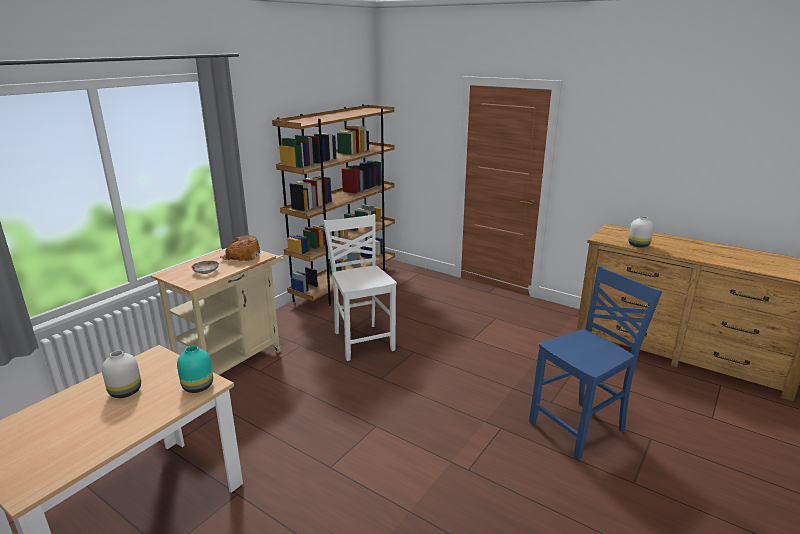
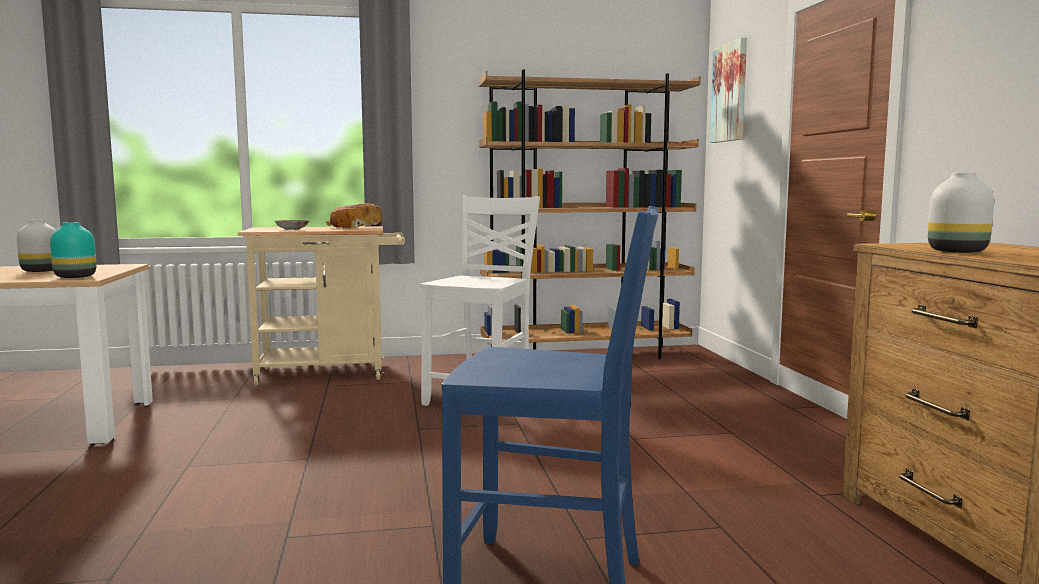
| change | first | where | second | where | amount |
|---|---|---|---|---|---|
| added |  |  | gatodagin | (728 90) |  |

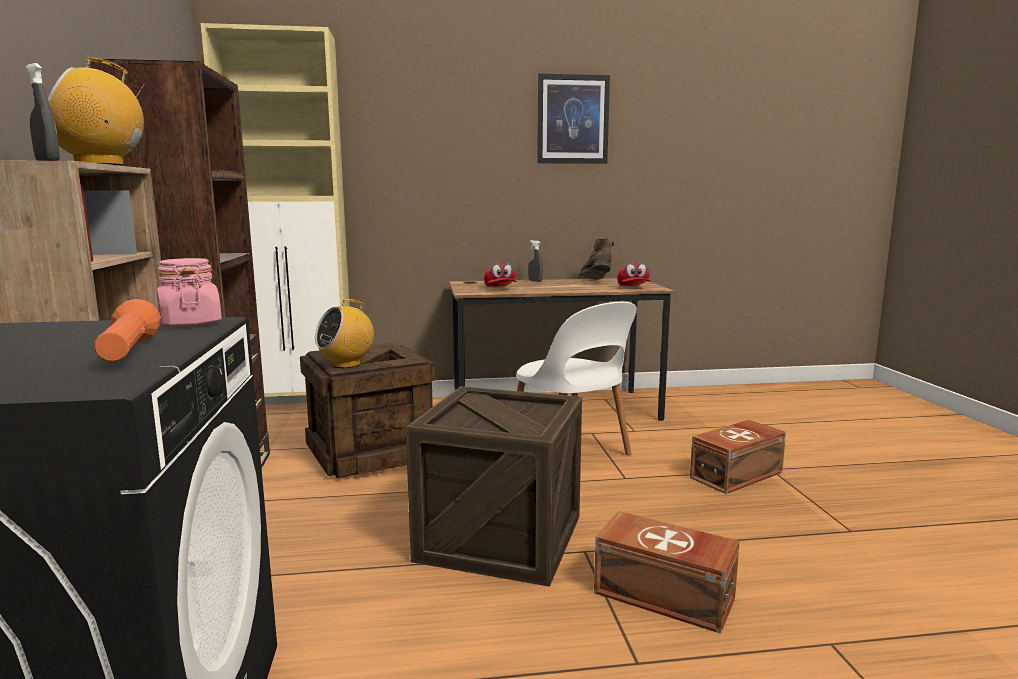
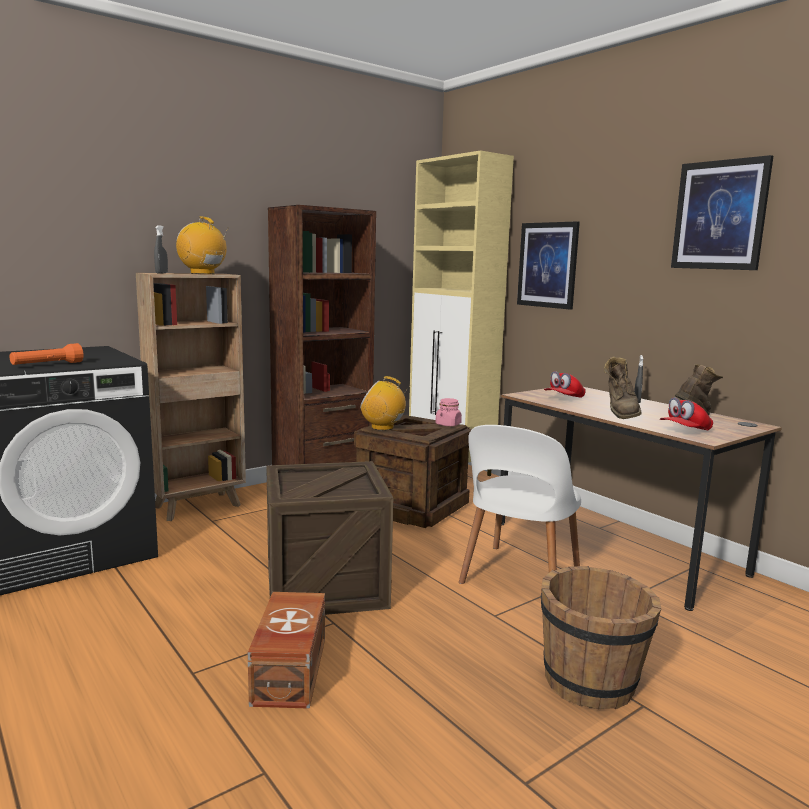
| change | first | where | second | where | amount |
|---|---|---|---|---|---|
| moved | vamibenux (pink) | (189 292) |  | (448 412) |  |
| replaced | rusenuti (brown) | (738 457) | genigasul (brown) | (601 638) |  |
| added |  |  | gatodagin | (548 265) |  |
| added |  |  | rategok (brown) | (623 387) |  |

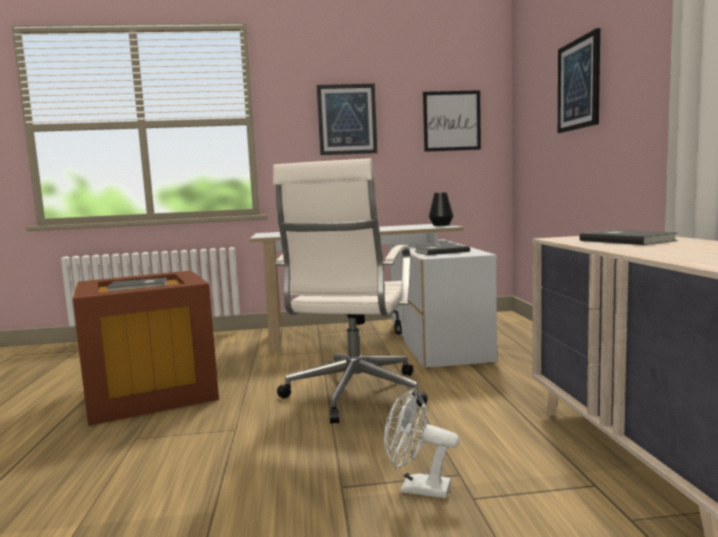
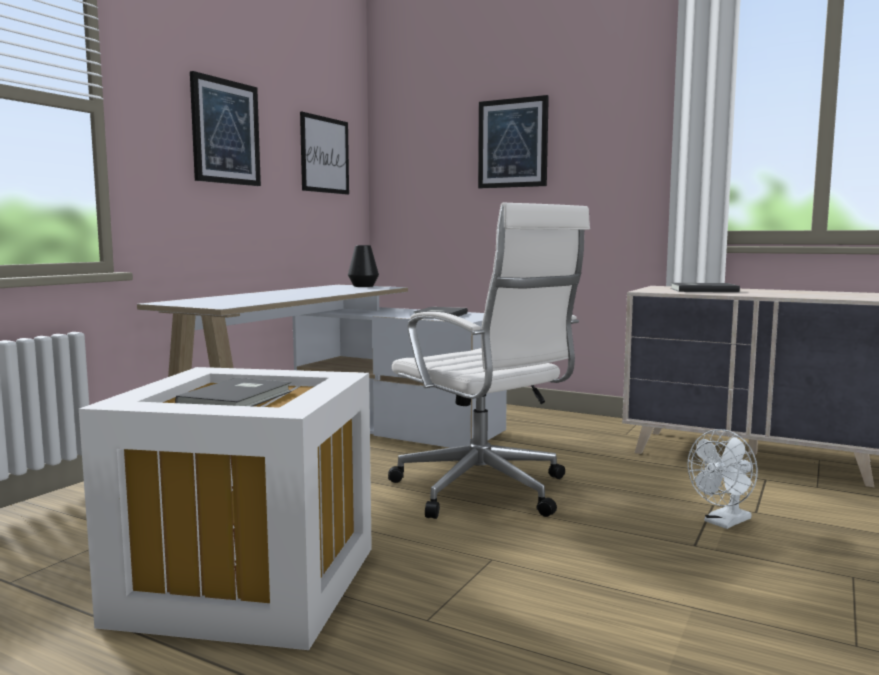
| change | first | where | second | where | amount |
|---|---|---|---|---|---|
| recoloured | rusenuti (brown) | (146 348) | rusenuti (white) | (225 508) |  |

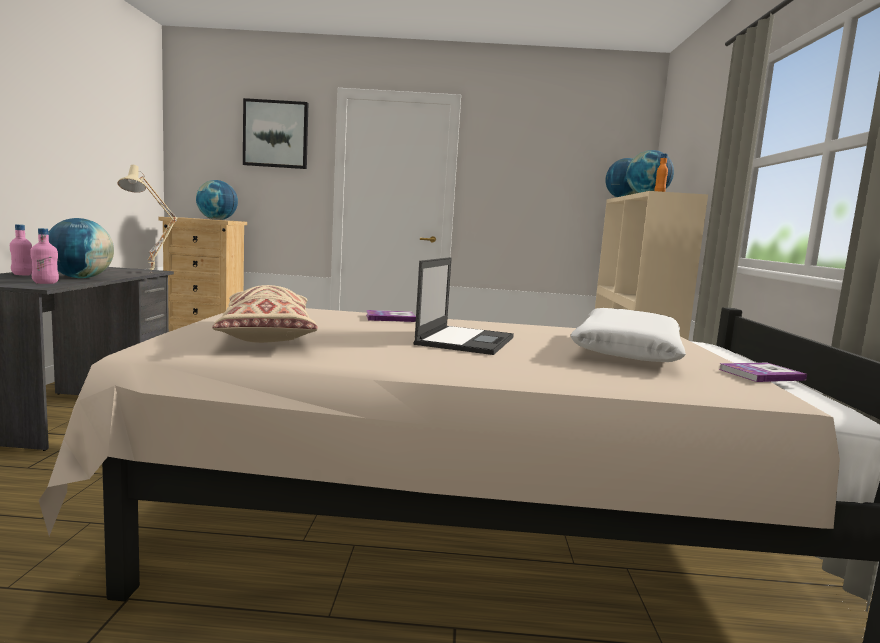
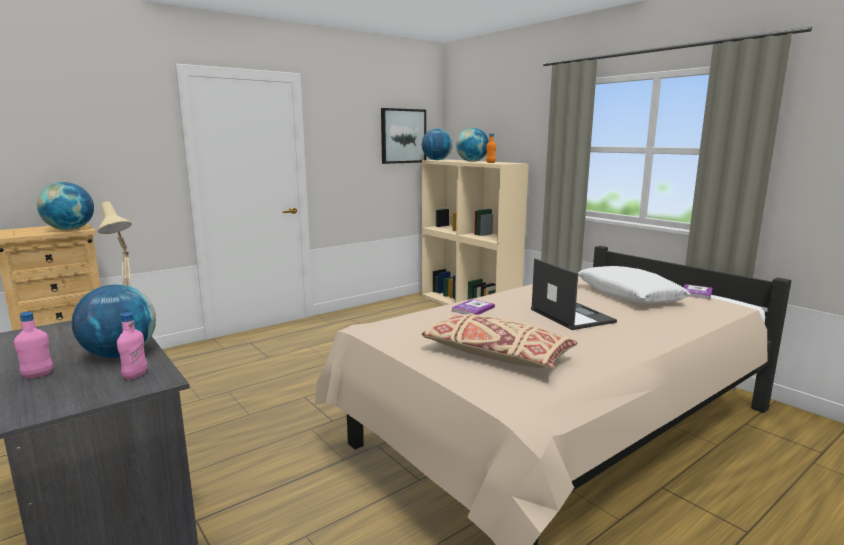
| change | first | where | second | where | amount |
|---|---|---|---|---|---|
| moved | gatodagin | (275 133) |  | (403 136) |  |

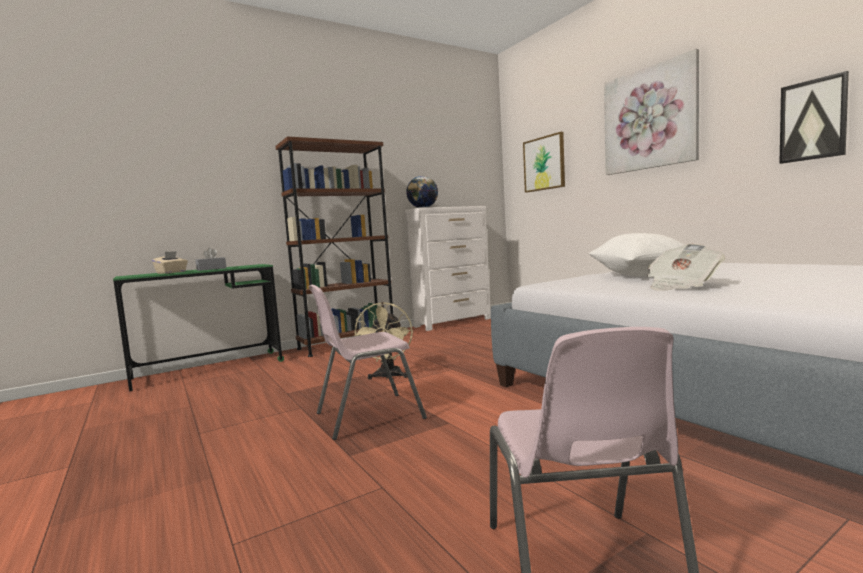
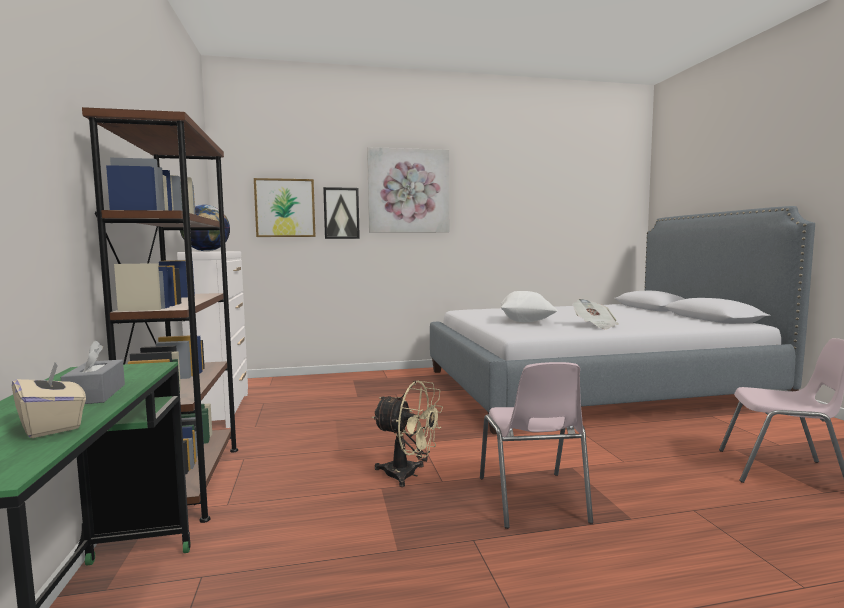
| change | first | where | second | where | amount |
|---|---|---|---|---|---|
| moved | gatodagin | (814 117) |  | (341 213) |  |

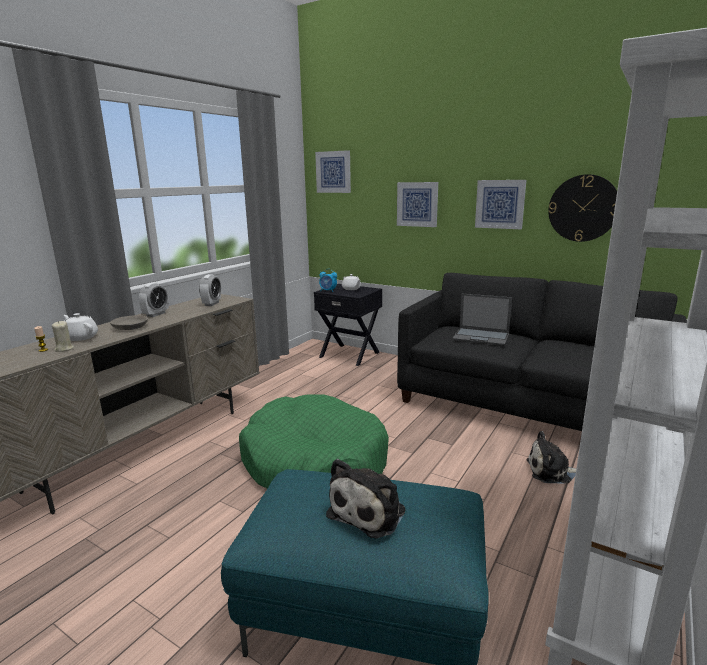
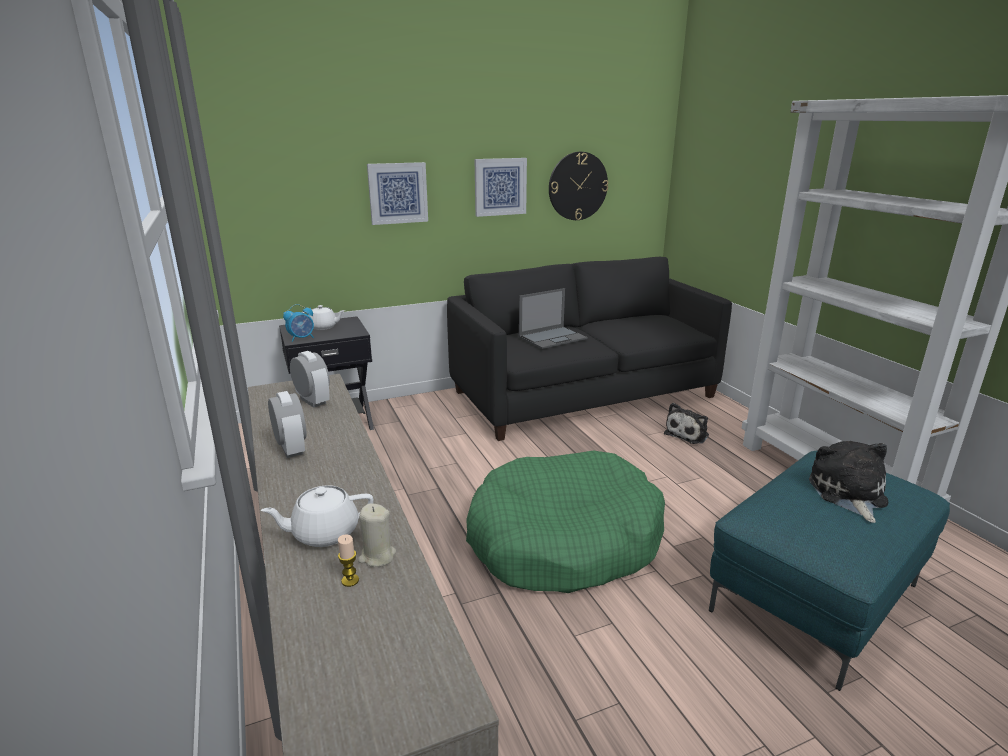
| change | first | where | second | where | amount |
|---|---|---|---|---|---|
| removed | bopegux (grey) | (129 322) |  |  |  |
| removed | gatodagin | (333 171) |  |  |  |
| turned | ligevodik | (365 498) |  | (848 482) | 150 degrees counterclockwise |

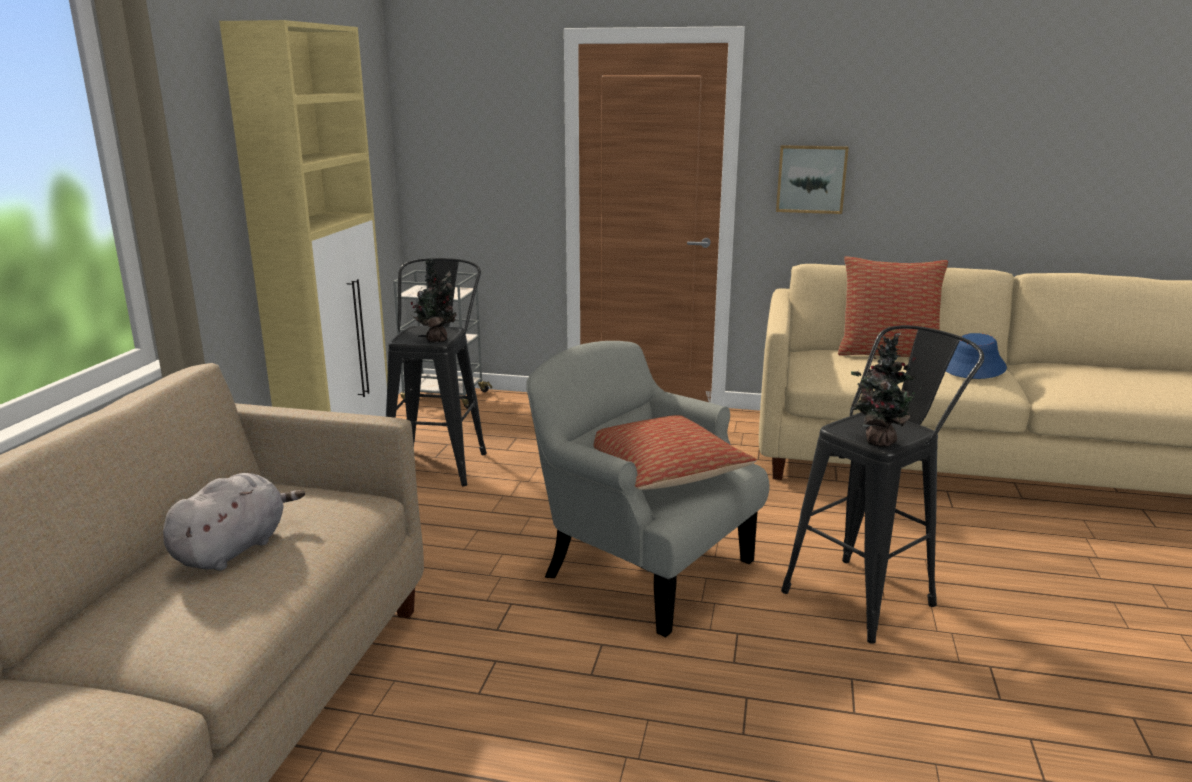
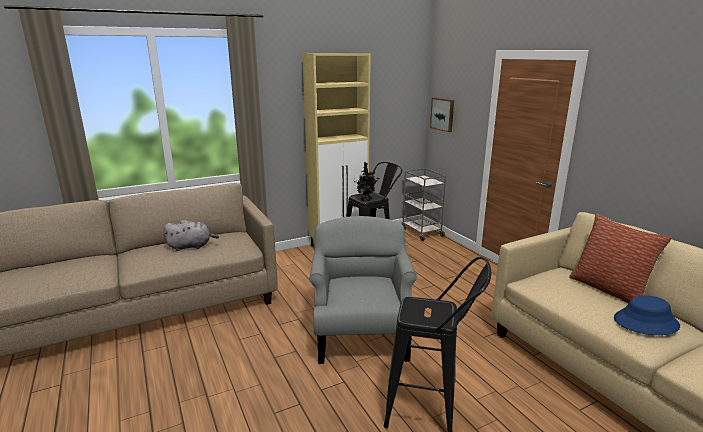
| change | first | where | second | where | amount |
|---|---|---|---|---|---|
| removed | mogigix | (675 452) |  |  |  |
| moved | gatodagin | (812 179) |  | (442 115) |  |
| removed | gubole | (887 389) |  |  |  |

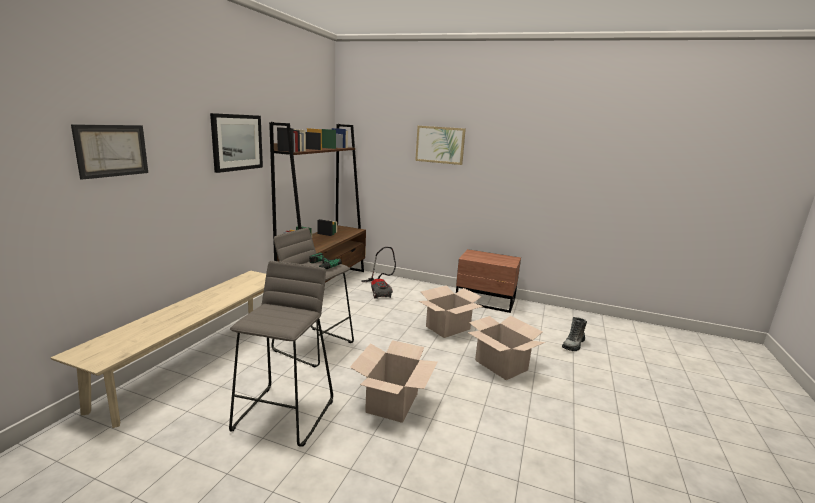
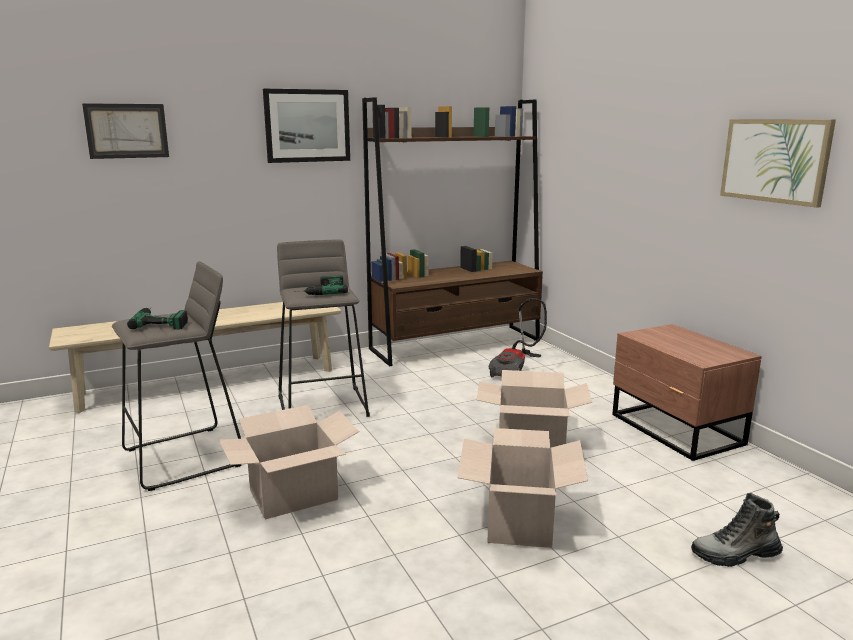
| change | first | where | second | where | amount |
|---|---|---|---|---|---|
| moved | gatodagin | (440 145) |  | (778 163) |  |
| added |  |  | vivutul | (157 319) |  |

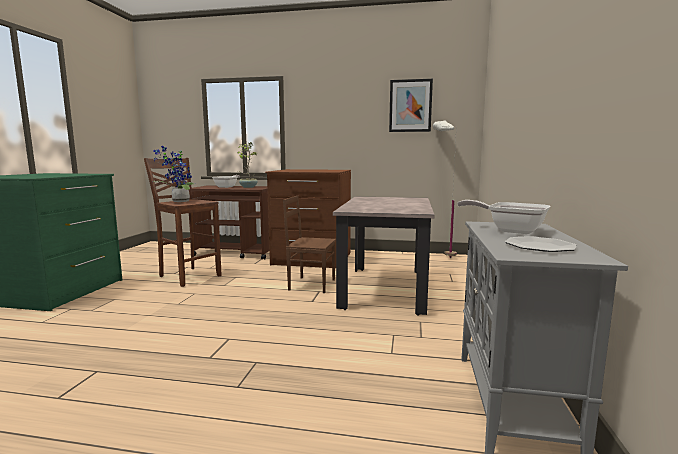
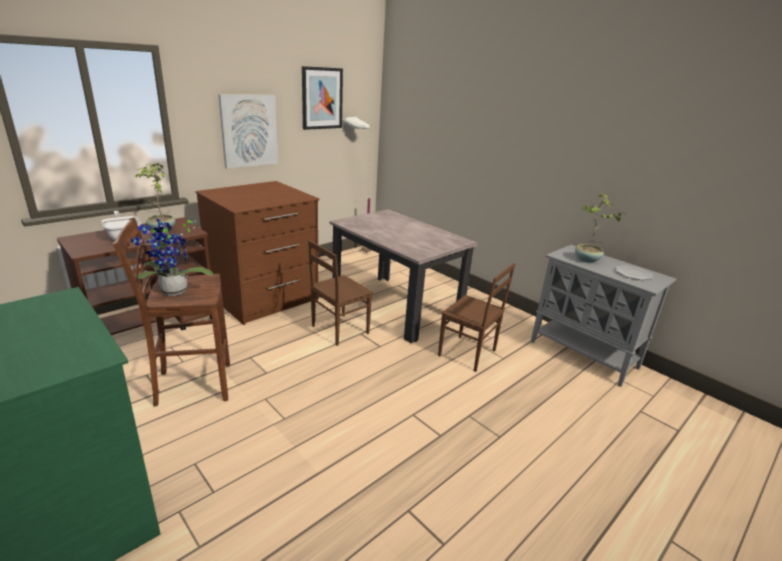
| change | first | where | second | where | amount |
|---|---|---|---|---|---|
| replaced | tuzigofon | (504 217) | gubole | (600 228) |  |
| added |  |  | gatodagin | (248 131) |  |
| added |  |  | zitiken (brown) | (477 317) |  |

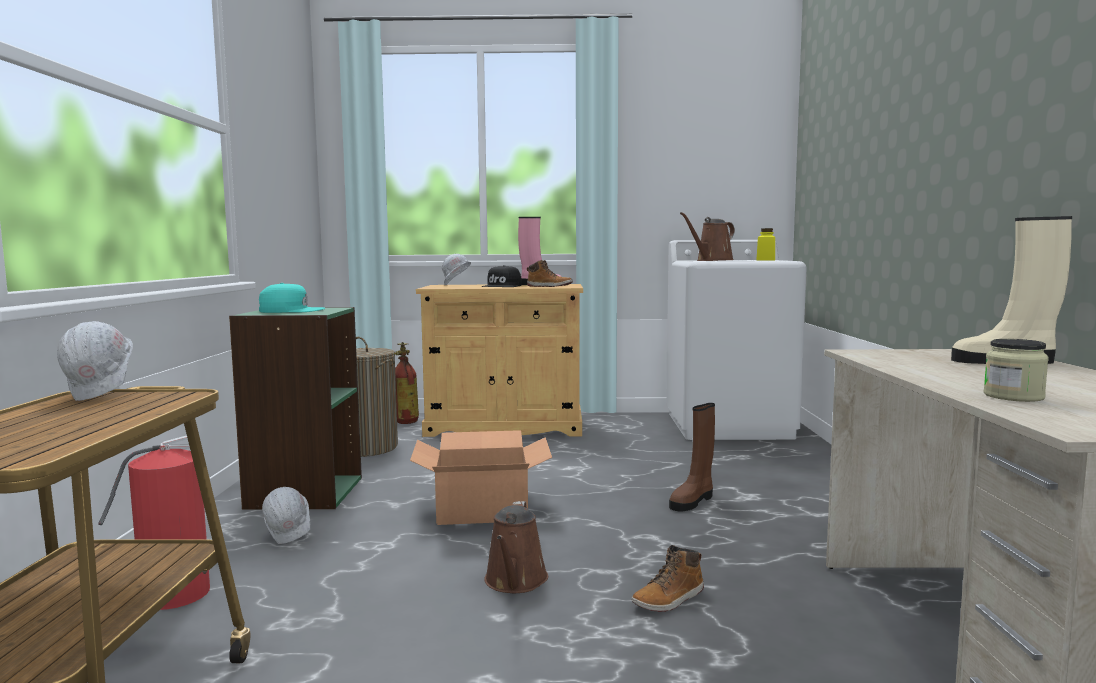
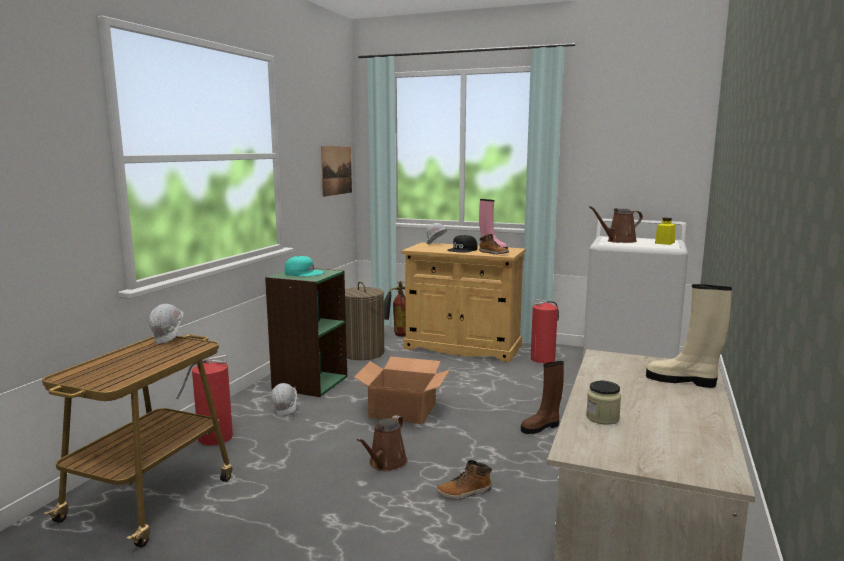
| change | first | where | second | where | amount |
|---|---|---|---|---|---|
| added |  |  | gatodagin | (336 171) |  |
| added |  |  | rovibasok | (545 331) |  |

